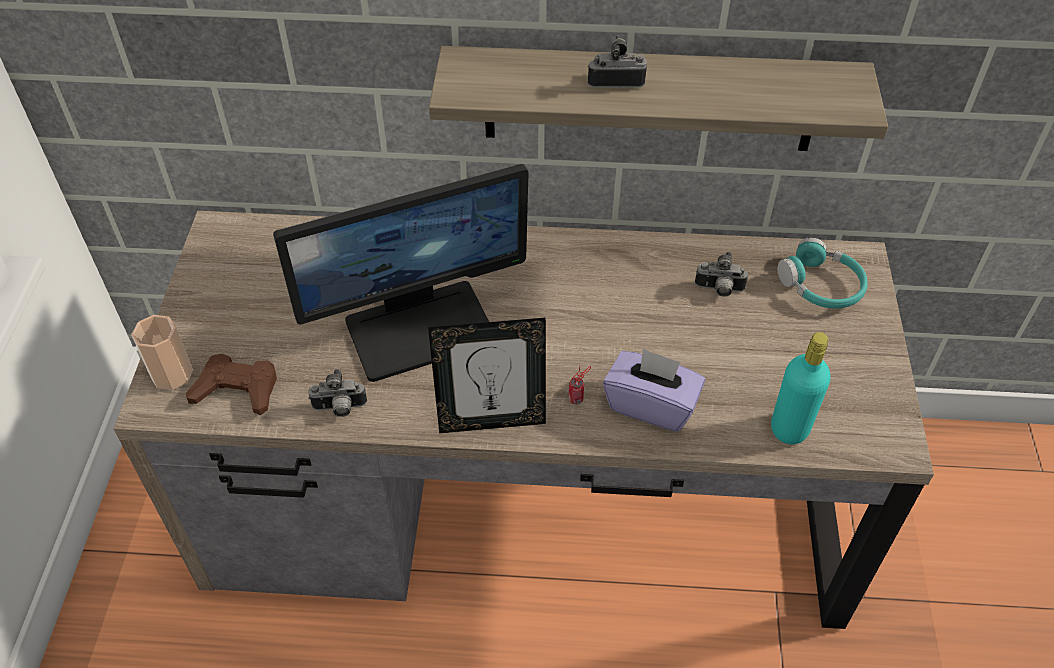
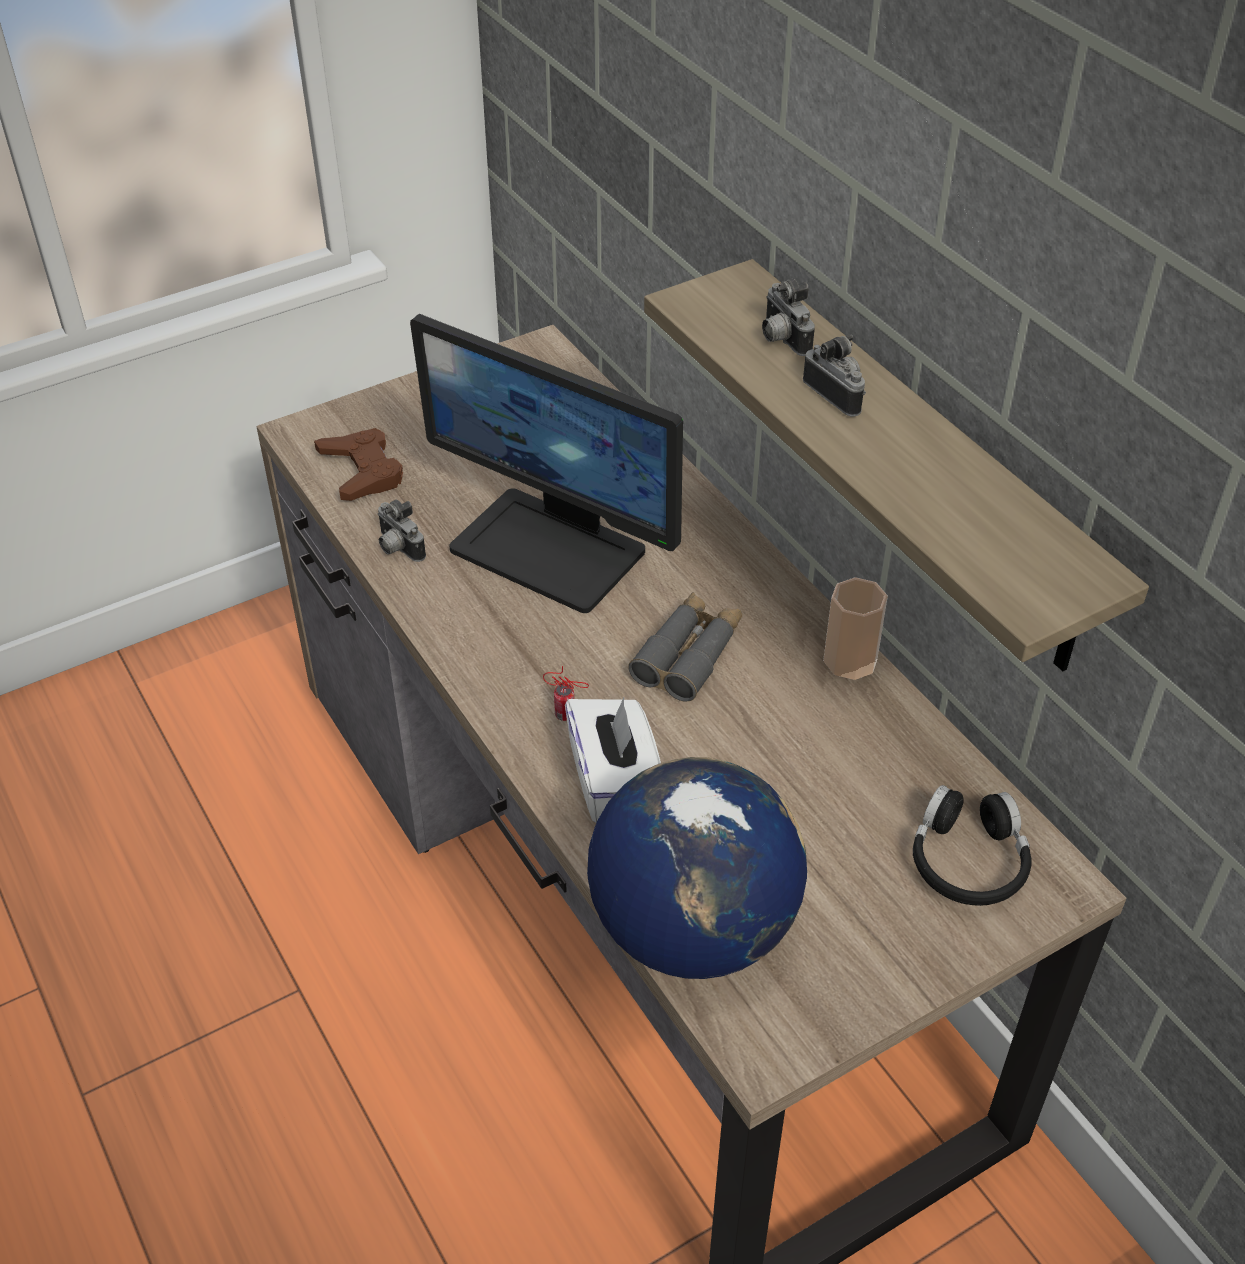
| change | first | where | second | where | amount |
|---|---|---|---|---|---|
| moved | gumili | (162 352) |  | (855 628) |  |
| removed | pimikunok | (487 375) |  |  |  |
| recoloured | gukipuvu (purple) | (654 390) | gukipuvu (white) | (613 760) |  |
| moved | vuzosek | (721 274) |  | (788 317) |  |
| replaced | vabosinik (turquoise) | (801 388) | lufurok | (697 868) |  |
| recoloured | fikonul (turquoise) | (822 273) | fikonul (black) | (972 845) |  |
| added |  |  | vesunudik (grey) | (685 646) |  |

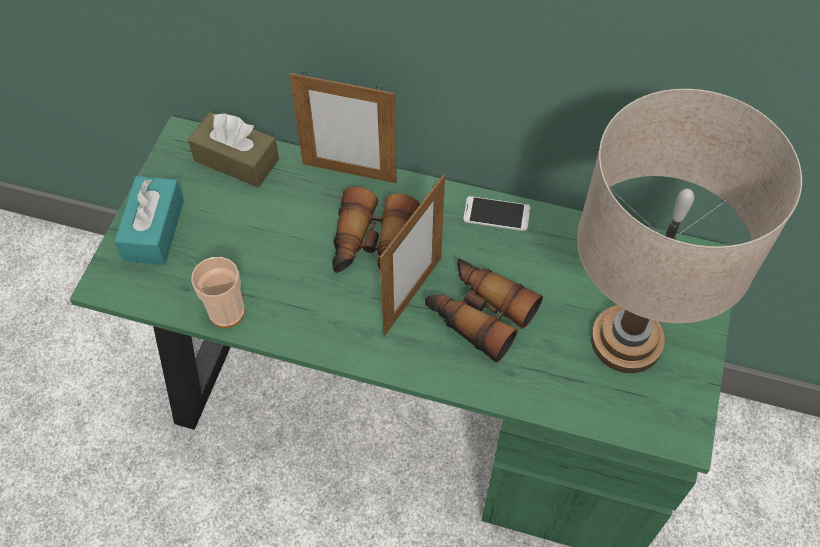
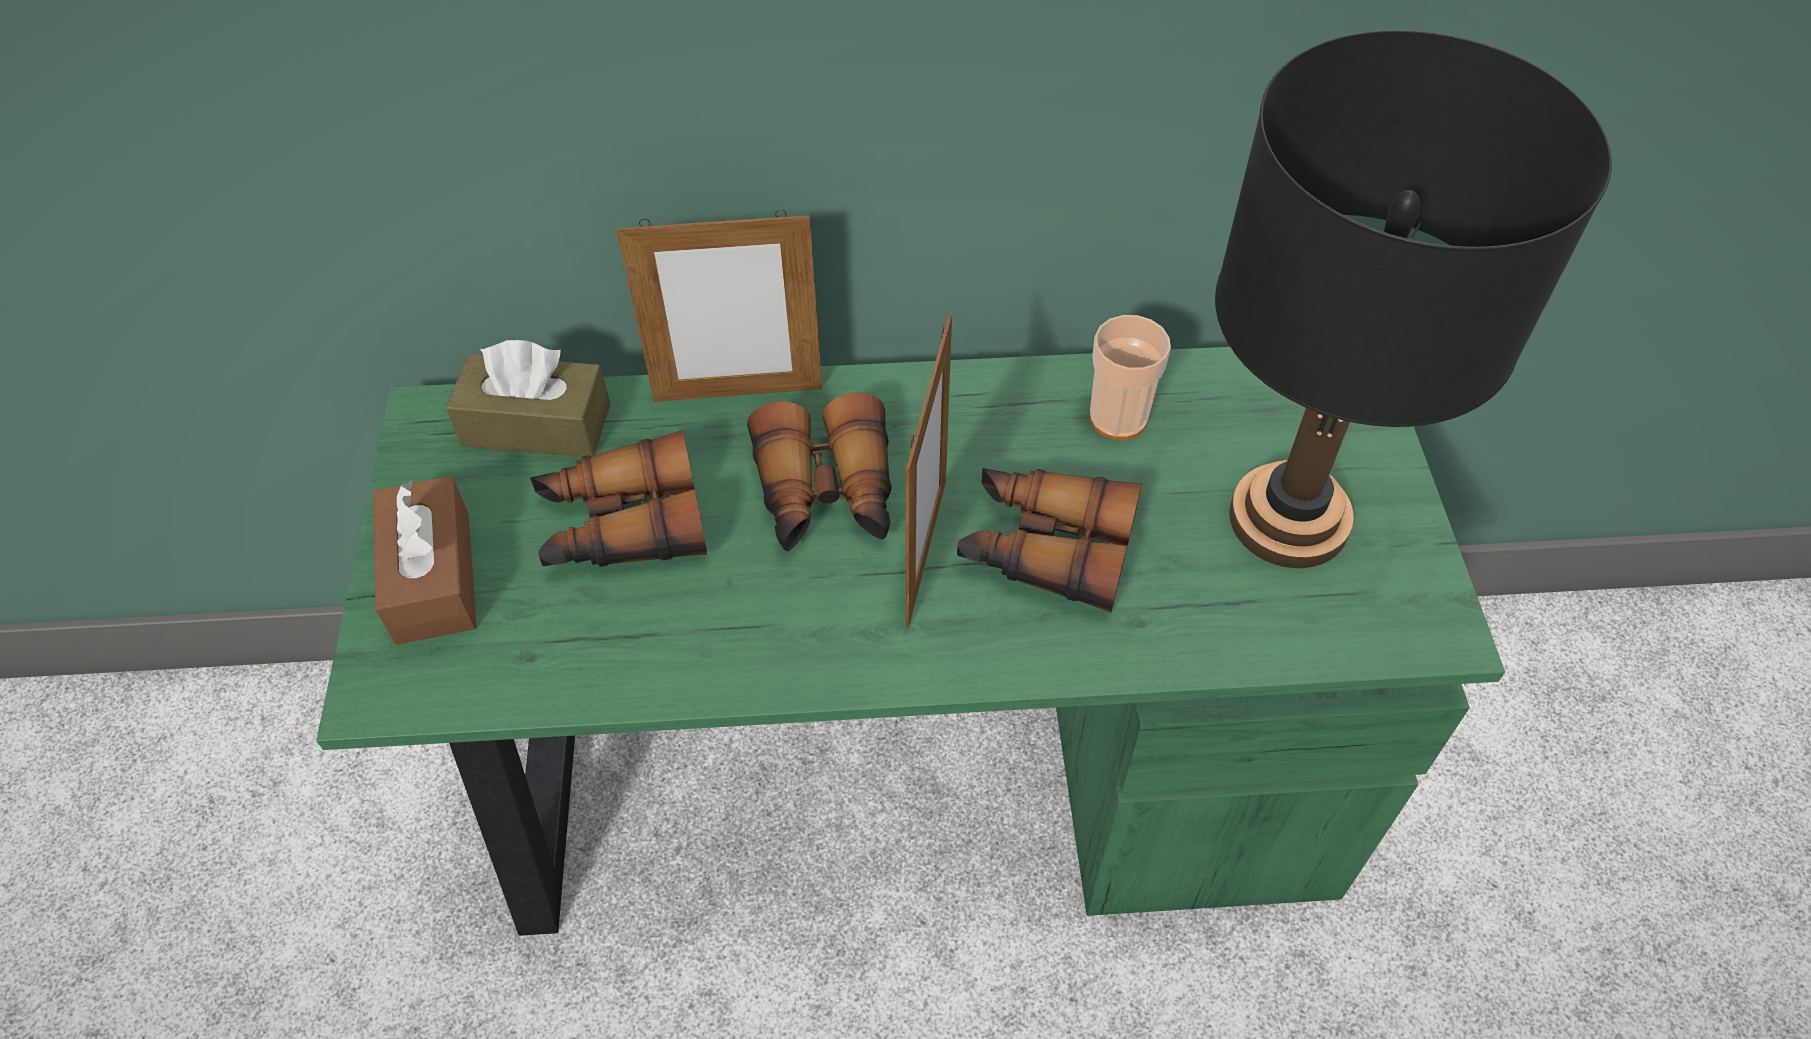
| change | first | where | second | where | amount |
|---|---|---|---|---|---|
| recoloured | gukipuvu (turquoise) | (149 220) | gukipuvu (brown) | (425 560) |  |
| moved | gumili | (218 292) |  | (1130 377) |  |
| removed | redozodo | (497 213) |  |  |  |
| recoloured | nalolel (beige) | (689 231) | nalolel (black) | (1413 299) |  |
| added |  |  | vesunudik | (618 498) |  |

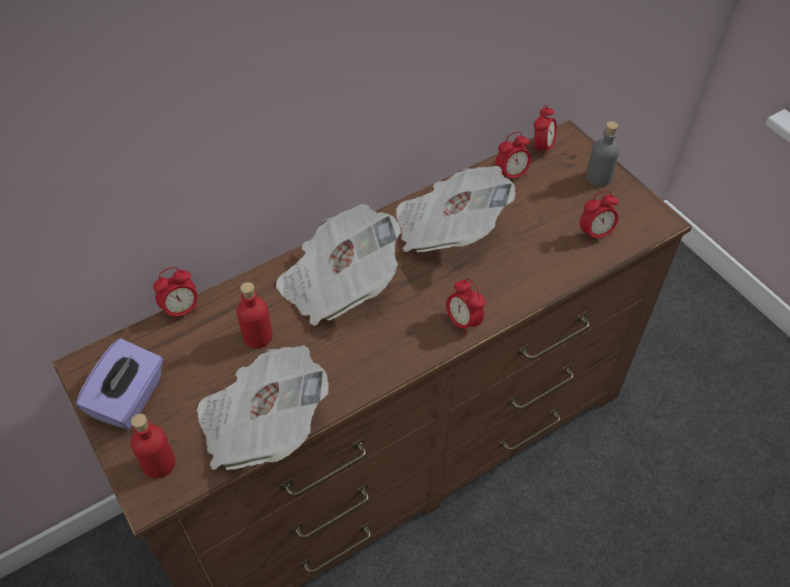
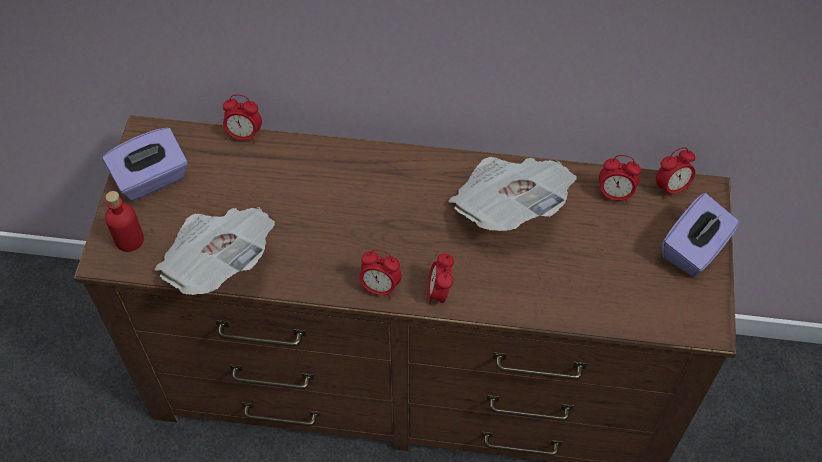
| change | first | where | second | where | amount |
|---|---|---|---|---|---|
| removed | vabosinik (red) | (255 315) |  |  |  |
| removed | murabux | (338 265) |  |  |  |
| moved | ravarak | (599 216) |  | (381 274) |  |
| replaced | vabosinik (grey) | (603 154) | gukipuvu (purple) | (700 235) |  |

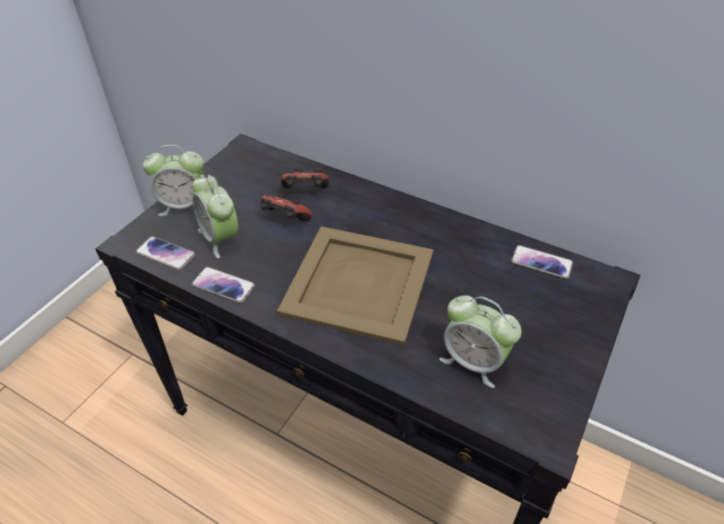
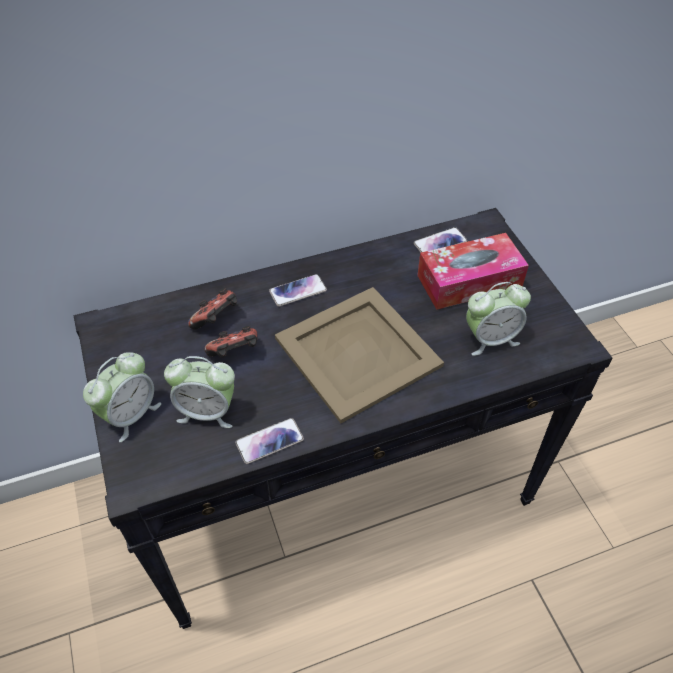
| change | first | where | second | where | amount |
|---|---|---|---|---|---|
| moved | redozodo | (165 253) |  | (298 290) |  |
| added |  |  | gukipuvu | (473 271) |  |

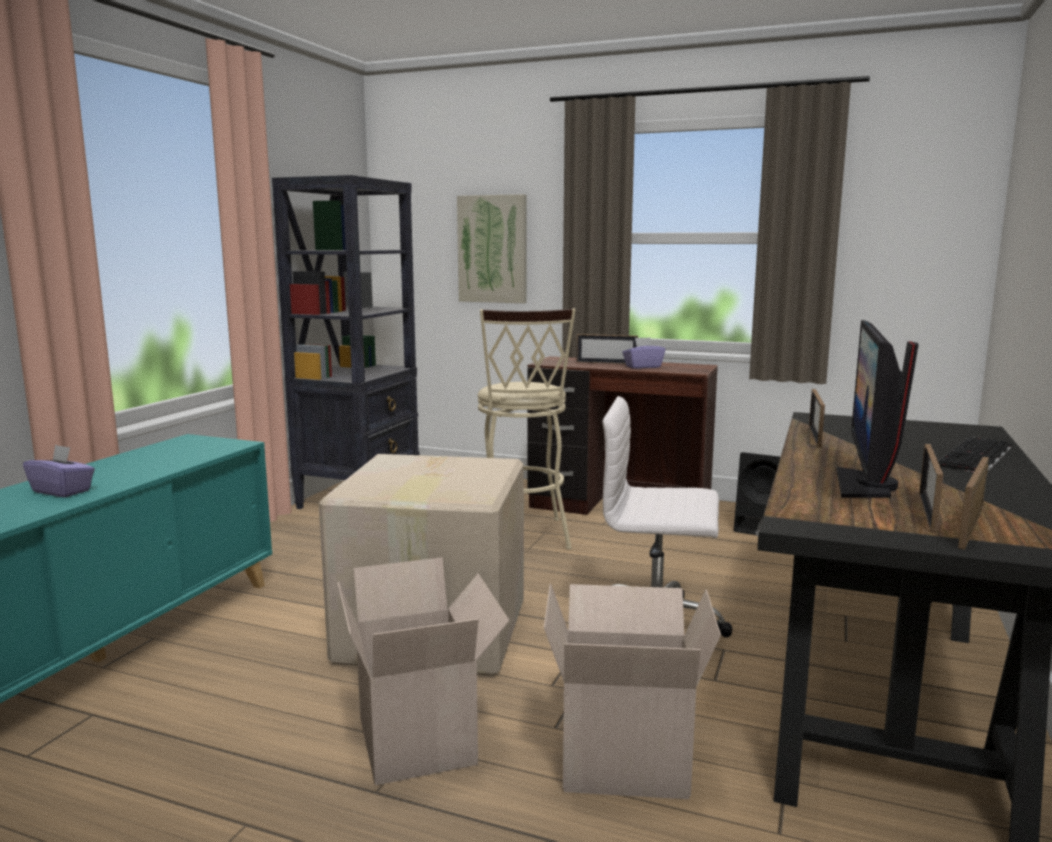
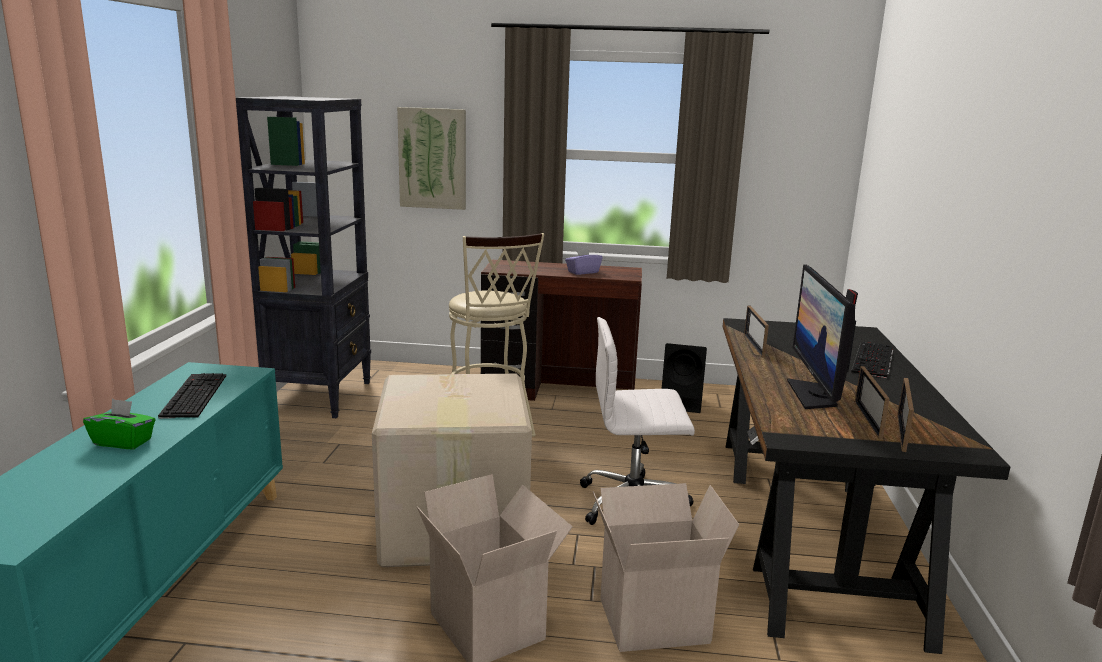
| change | first | where | second | where | amount |
|---|---|---|---|---|---|
| recoloured | gukipuvu (purple) | (59 470) | gukipuvu (green) | (119 424) |  |
| removed | pimikunok | (607 349) |  |  |  |
| added |  |  | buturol | (192 396) |  |

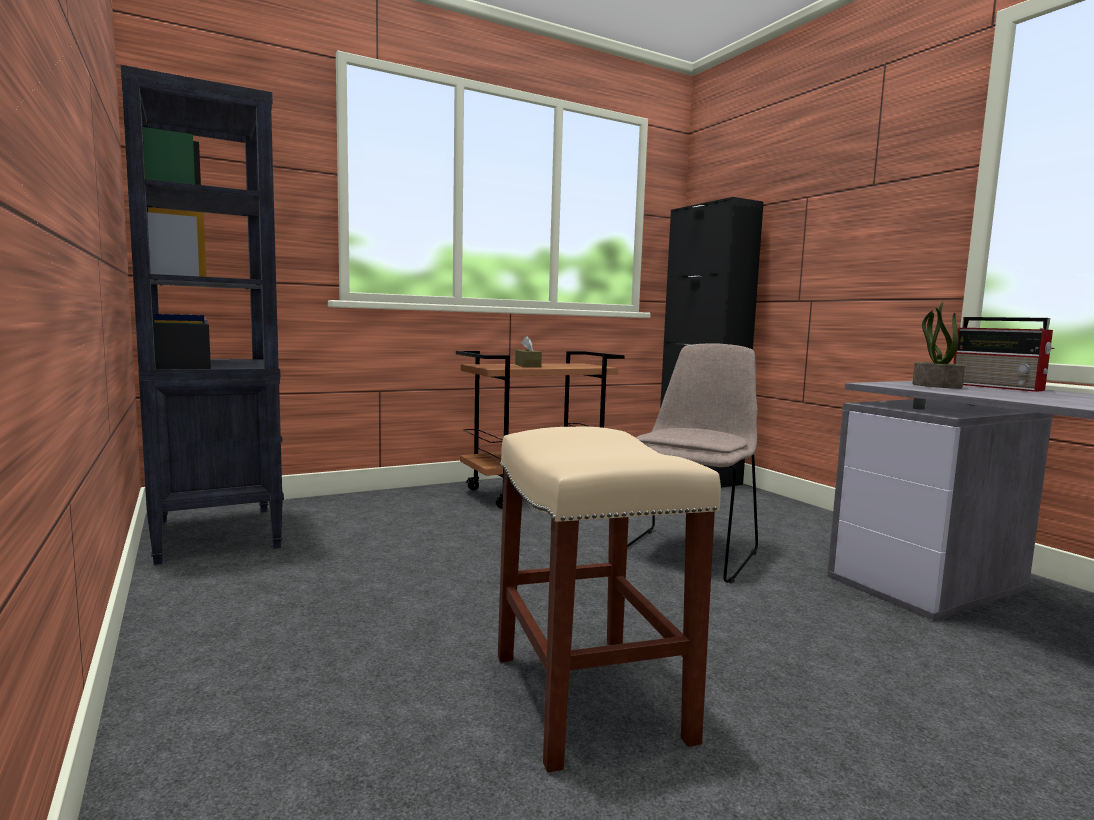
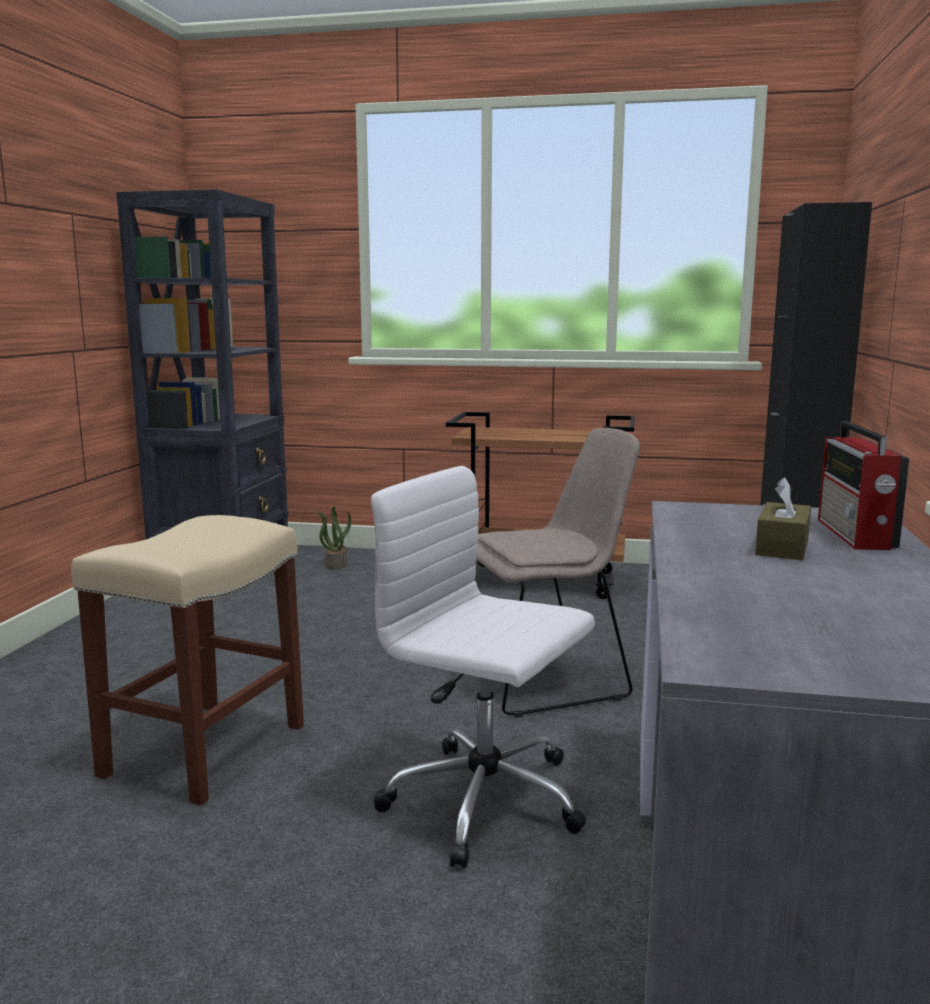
| change | first | where | second | where | amount |
|---|---|---|---|---|---|
| moved | gukipuvu (brown) | (528 351) |  | (783 518) |  |
| moved | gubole | (938 345) |  | (334 538) |  |
| added |  |  | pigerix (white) | (483 667) |  |

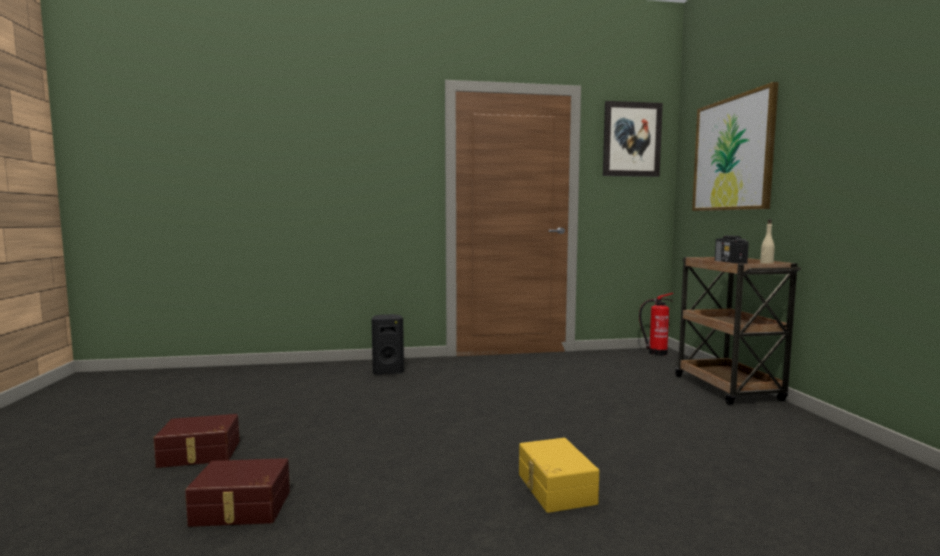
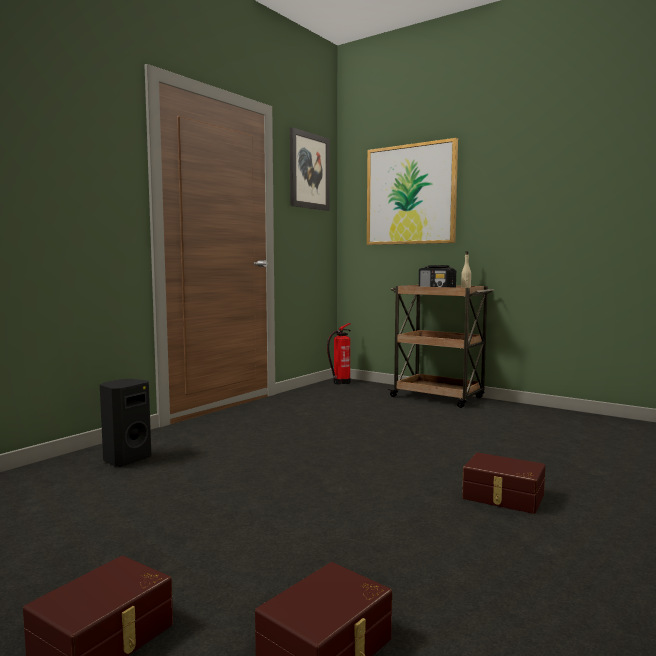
| change | first | where | second | where | amount |
|---|---|---|---|---|---|
| recoloured | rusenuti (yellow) | (559 475) | rusenuti (brown) | (503 483) |  |

